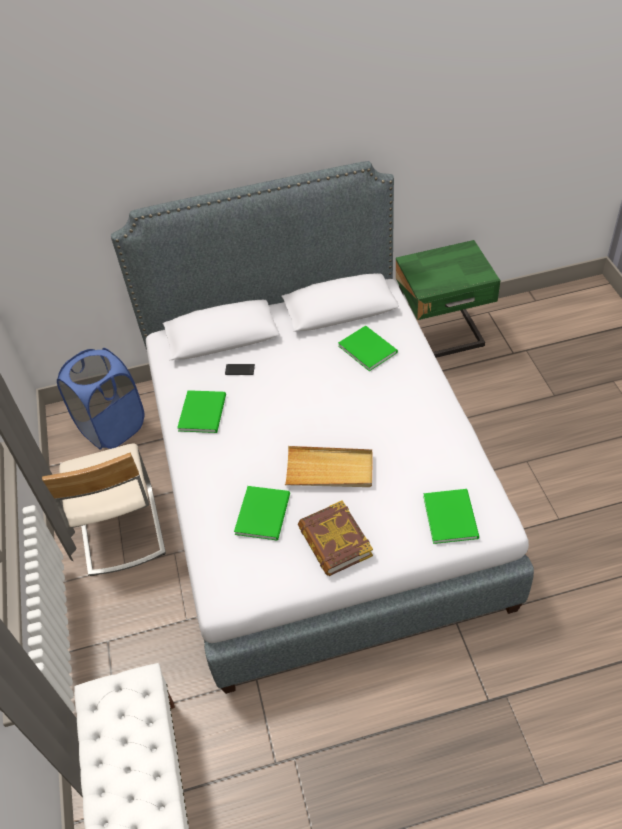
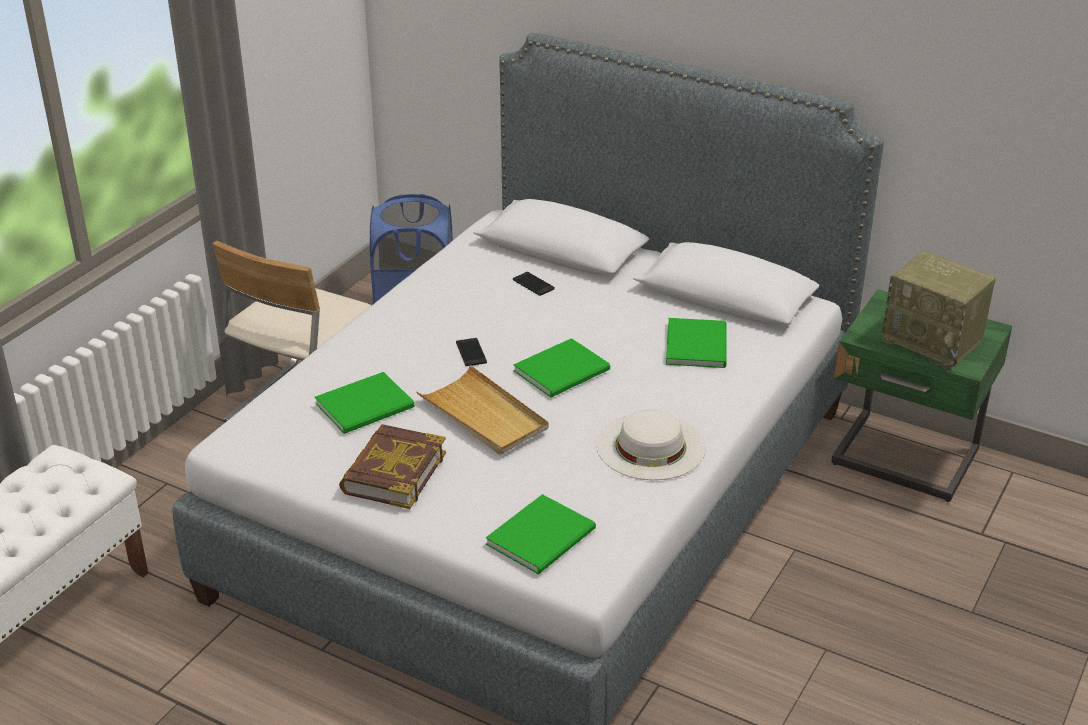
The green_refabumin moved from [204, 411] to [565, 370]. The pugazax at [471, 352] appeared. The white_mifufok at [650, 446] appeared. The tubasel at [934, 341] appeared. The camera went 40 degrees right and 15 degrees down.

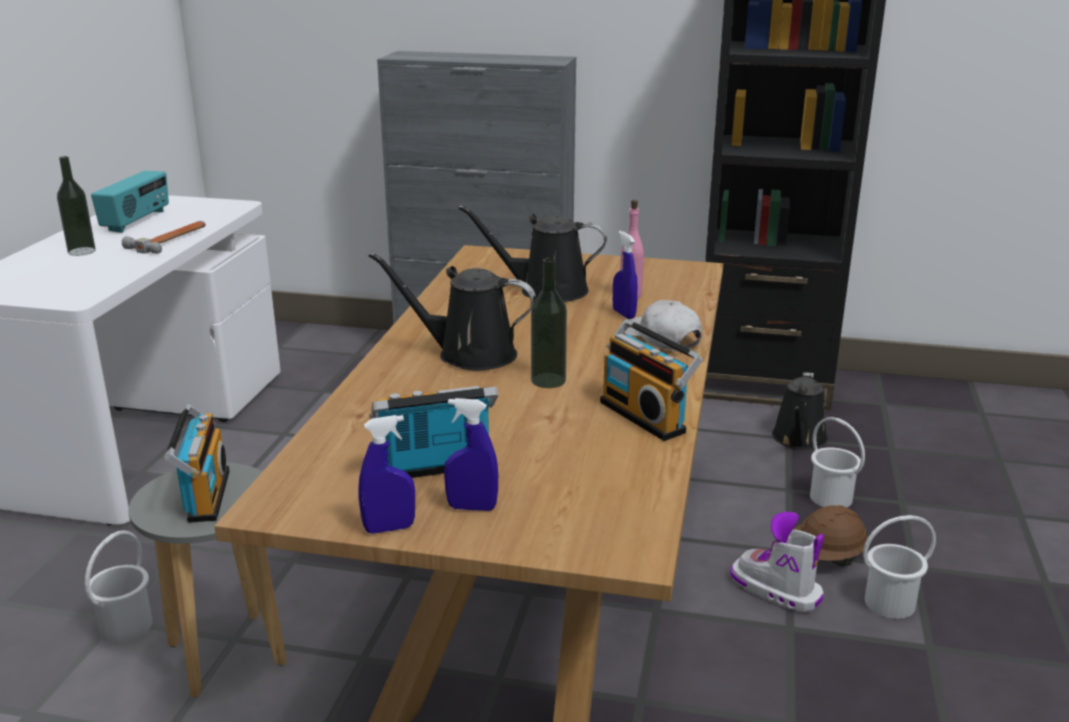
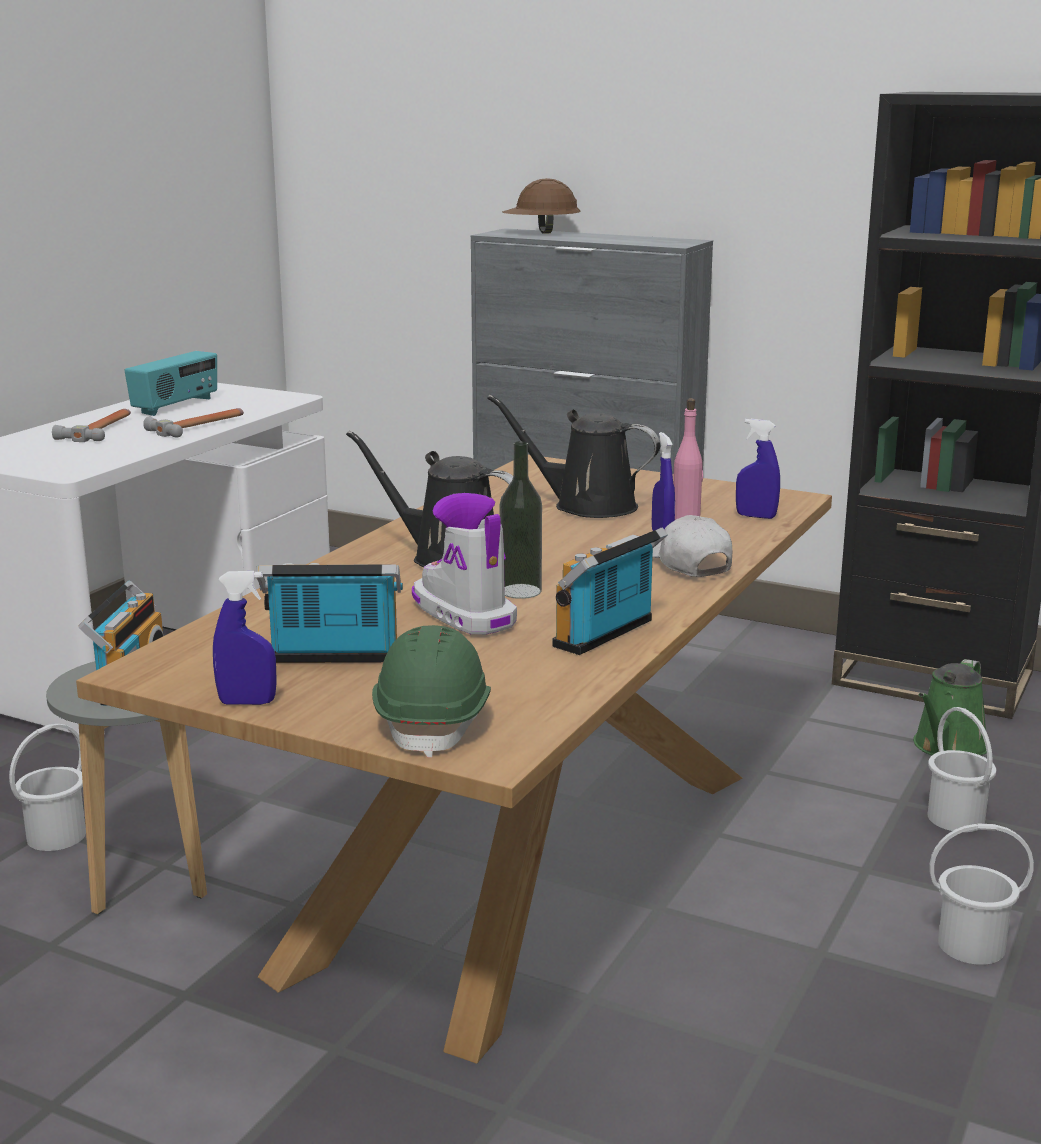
The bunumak at [81, 251] was replaced by the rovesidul at [101, 430]. The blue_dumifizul moved from [472, 507] to [756, 516]. The tubasel at [646, 416] turned 60 degrees clockwise. The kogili moved from [775, 590] to [462, 614]. The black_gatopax at [798, 439] became the green_gatopax at [948, 747]. The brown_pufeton moved from [825, 558] to [541, 233]. The green_pufeton at [434, 722] appeared. The camera went 15 degrees right and 5 degrees down.

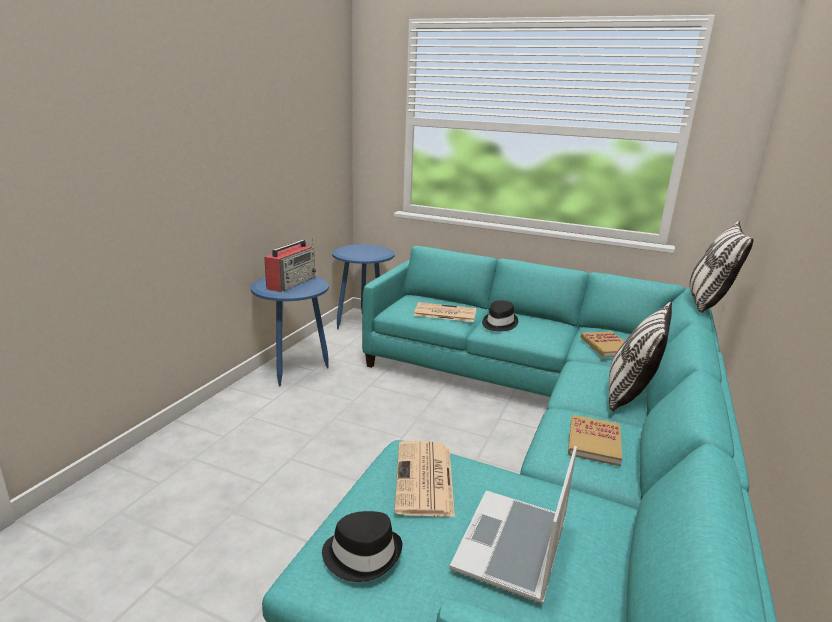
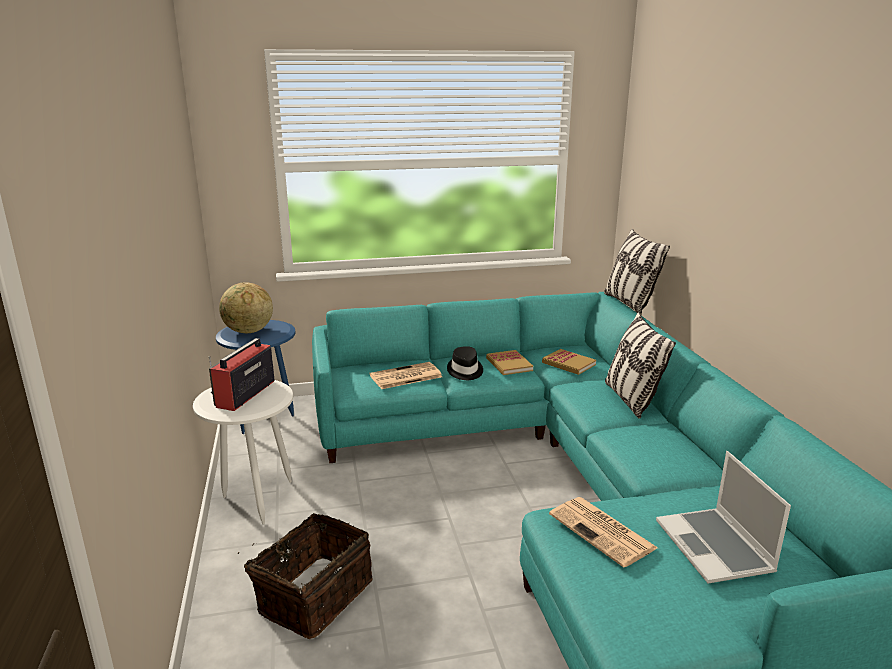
The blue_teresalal at [294, 370] became the white_teresalal at [256, 500]. The tubasel at [292, 282] turned 150 degrees counterclockwise. The black_mifufok at [362, 554] disappeared. The refabumin moved from [594, 442] to [509, 364]. The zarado at [248, 332] appeared. The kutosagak at [313, 596] appeared. The camera went 35 degrees left and 0 degrees up.

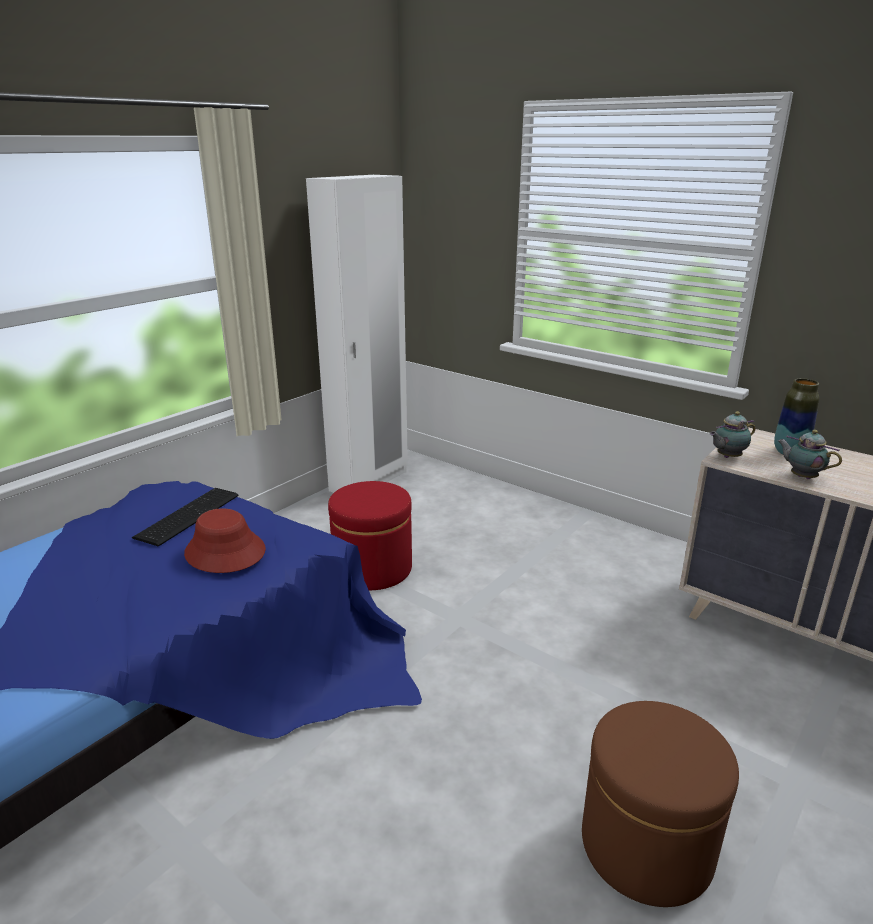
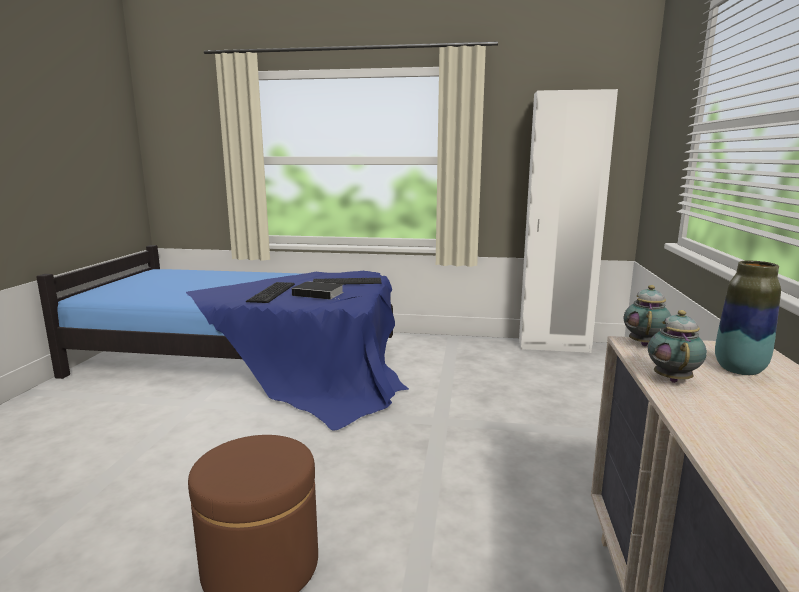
The red_mifufok at [224, 552] was replaced by the refabumin at [319, 294]. The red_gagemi at [373, 569] disappeared. The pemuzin at [727, 457] turned 75 degrees clockwise. The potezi at [273, 292] appeared. The camera went 60 degrees right and 10 degrees down.

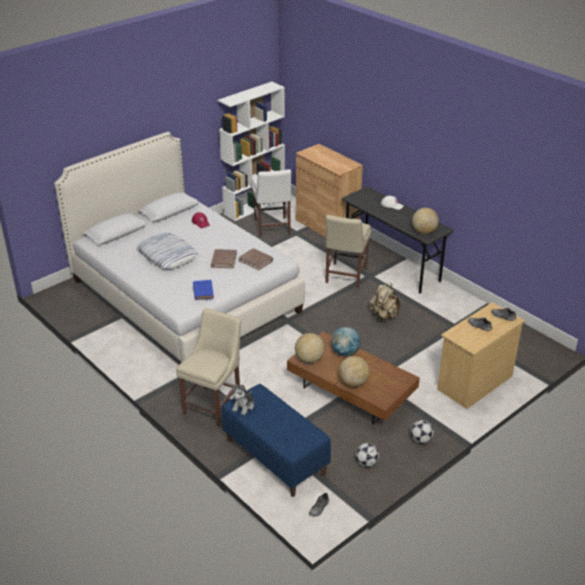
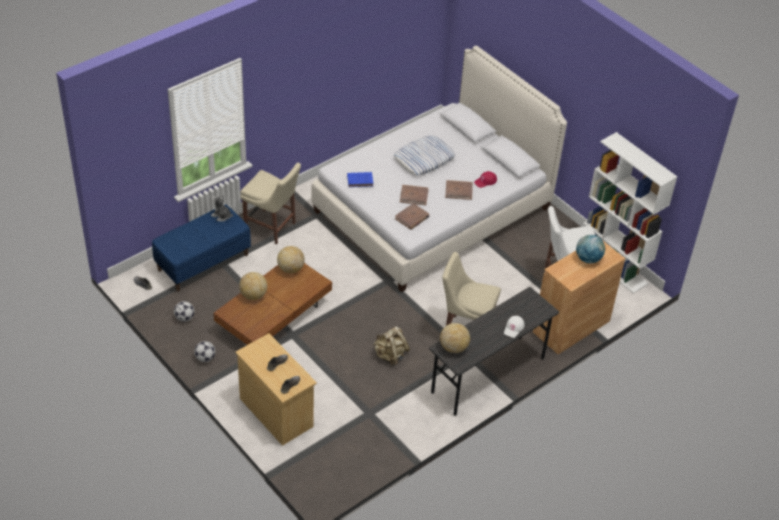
The zarado moved from [345, 352] to [588, 259]. The brown_refabumin at [458, 191] appeared. The camera went 90 degrees right and 10 degrees up.

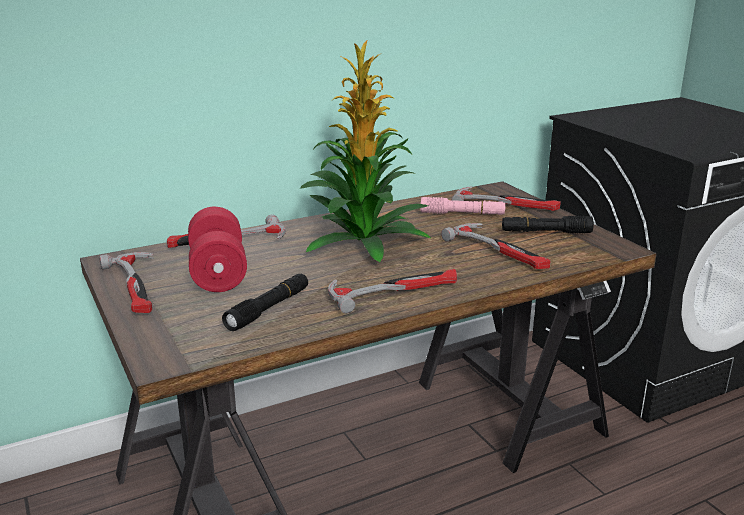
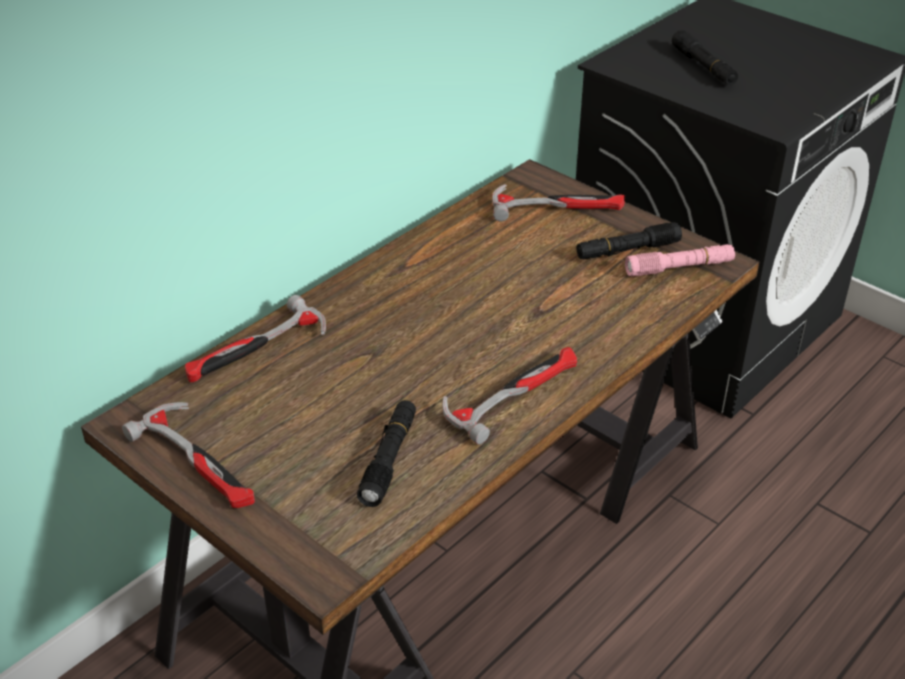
The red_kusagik at [218, 272] disappeared. The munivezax at [364, 242] disappeared. The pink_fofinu moved from [462, 214] to [679, 268]. The rovesidul at [500, 251] disappeared. The black_fofinu at [703, 67] appeared. The camera went 20 degrees left and 15 degrees up.

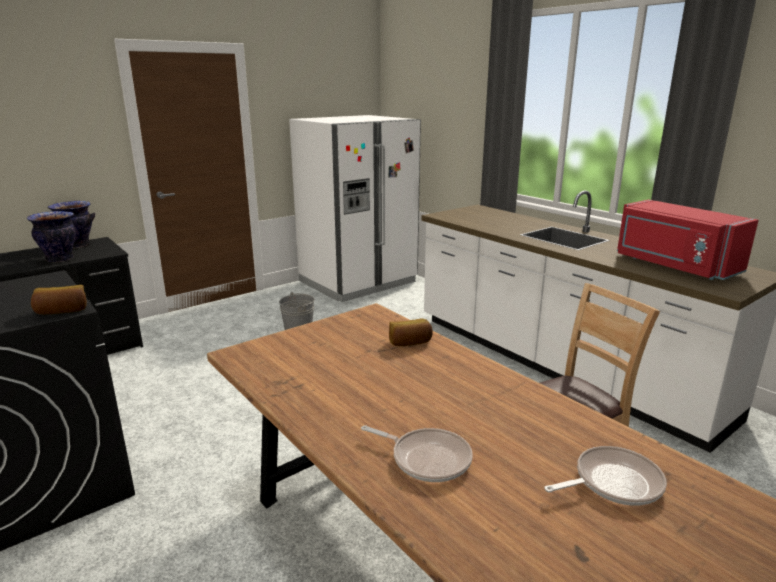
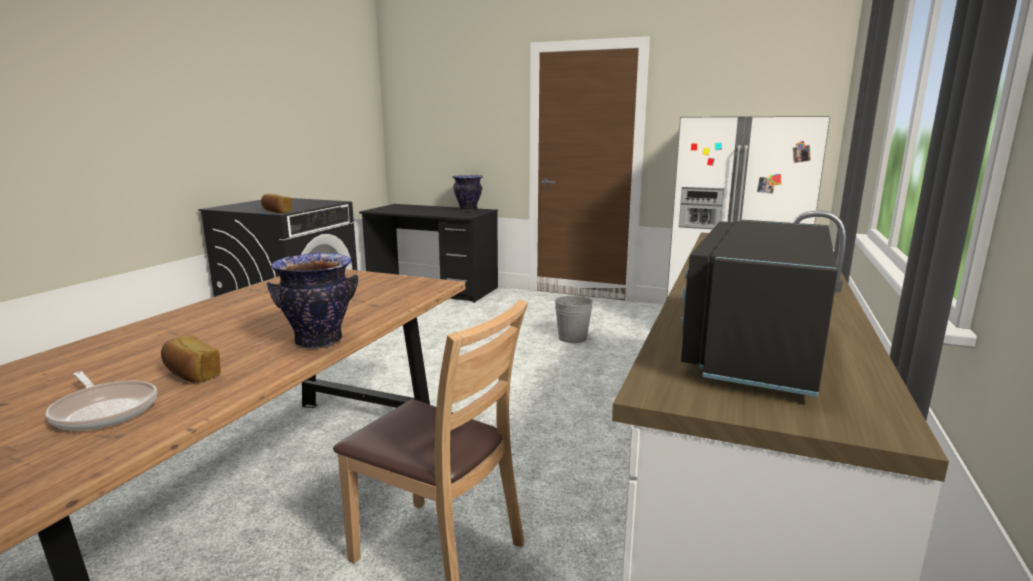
The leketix moved from [60, 259] to [319, 342]. The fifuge at [427, 458] disappeared. The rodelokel moved from [410, 343] to [191, 374]. The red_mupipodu at [673, 266] became the black_mupipodu at [752, 349]. The camera went 60 degrees right and 5 degrees down.

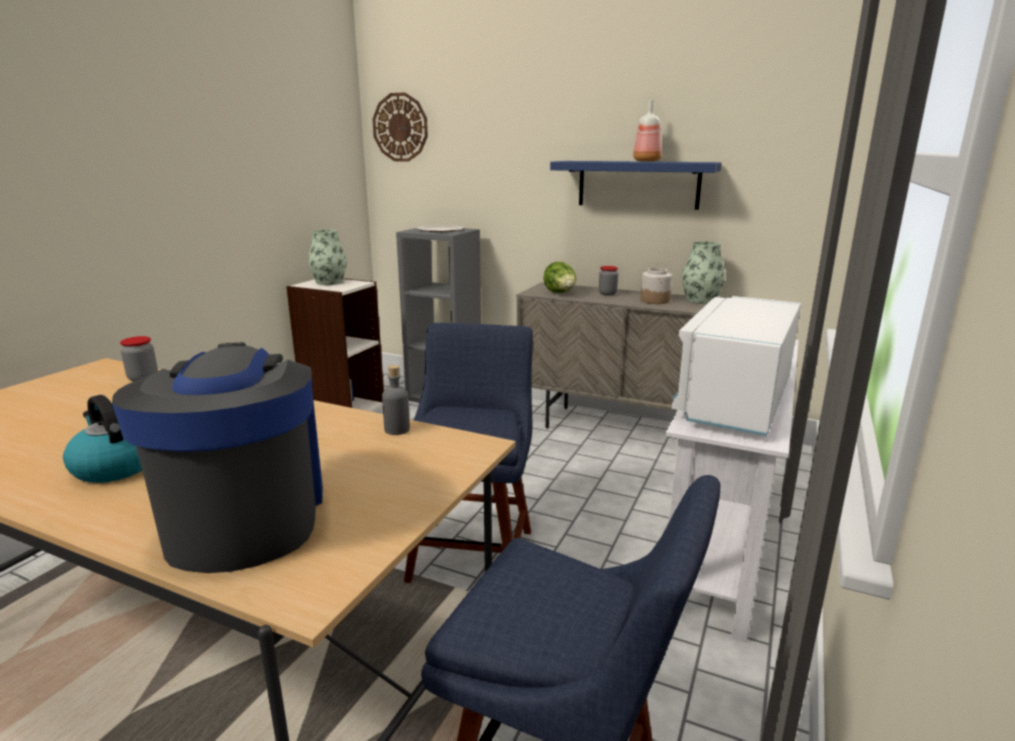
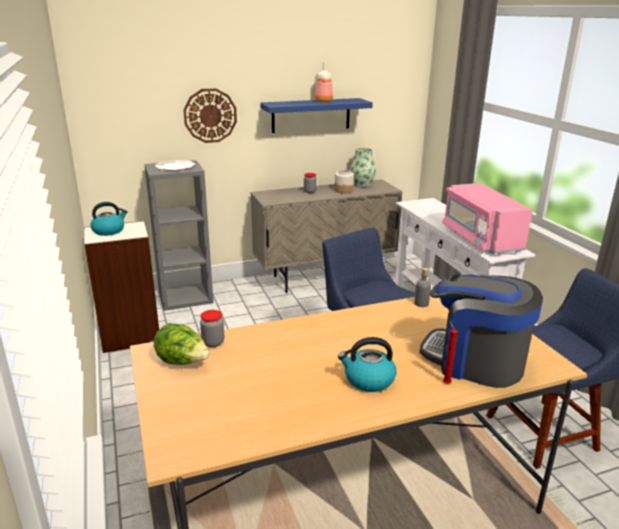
The leketix at [329, 282] was replaced by the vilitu at [109, 231]. The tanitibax moved from [400, 127] to [210, 115]. The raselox moved from [560, 293] to [183, 362]. The white_mupipodu at [735, 401] became the pink_mupipodu at [480, 238]. The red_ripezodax at [446, 383] appeared. The camera went 45 degrees left and 5 degrees up.

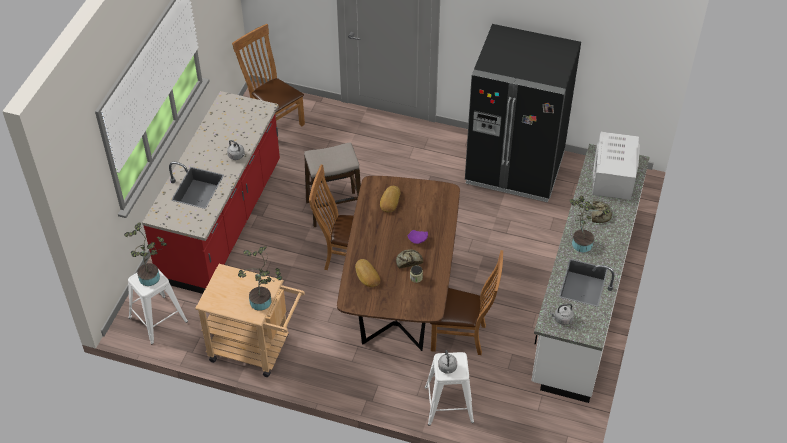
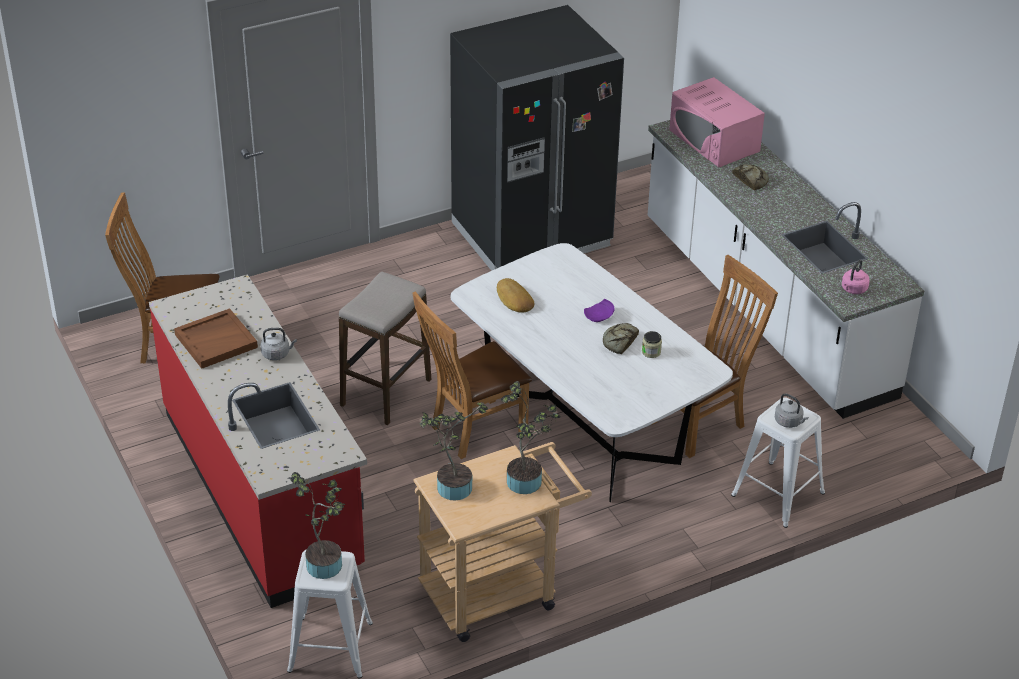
The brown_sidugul at [400, 295] became the white_sidugul at [582, 428]. The rodelokel at [366, 275] disappeared. The grey_vilitu at [562, 319] became the pink_vilitu at [853, 290]. The munivezax moved from [581, 242] to [450, 486]. The white_mupipodu at [613, 176] became the pink_mupipodu at [714, 141]. The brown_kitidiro at [216, 340] appeared. The camera went 45 degrees left and 10 degrees down.

